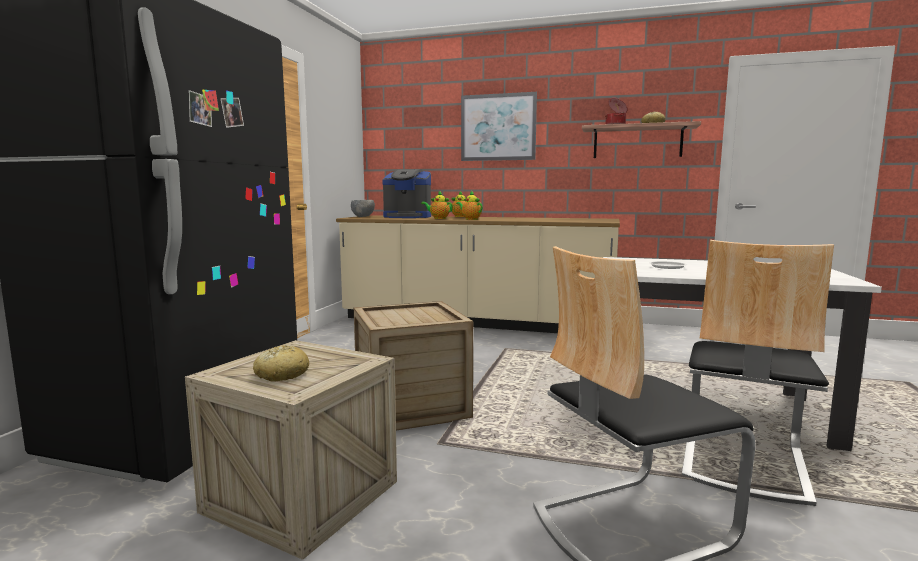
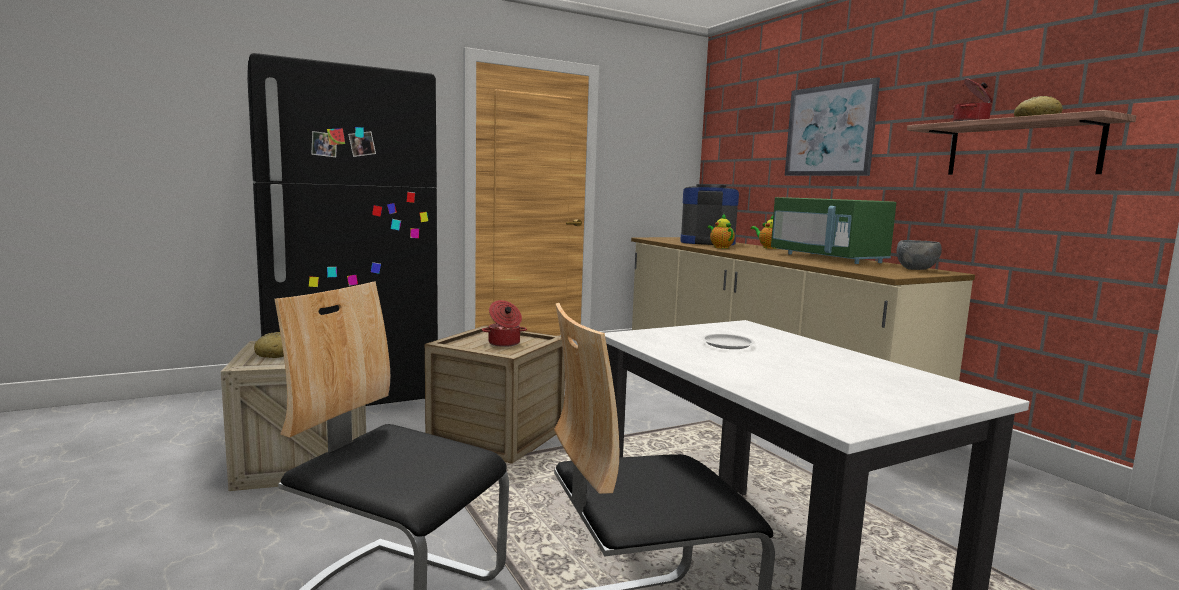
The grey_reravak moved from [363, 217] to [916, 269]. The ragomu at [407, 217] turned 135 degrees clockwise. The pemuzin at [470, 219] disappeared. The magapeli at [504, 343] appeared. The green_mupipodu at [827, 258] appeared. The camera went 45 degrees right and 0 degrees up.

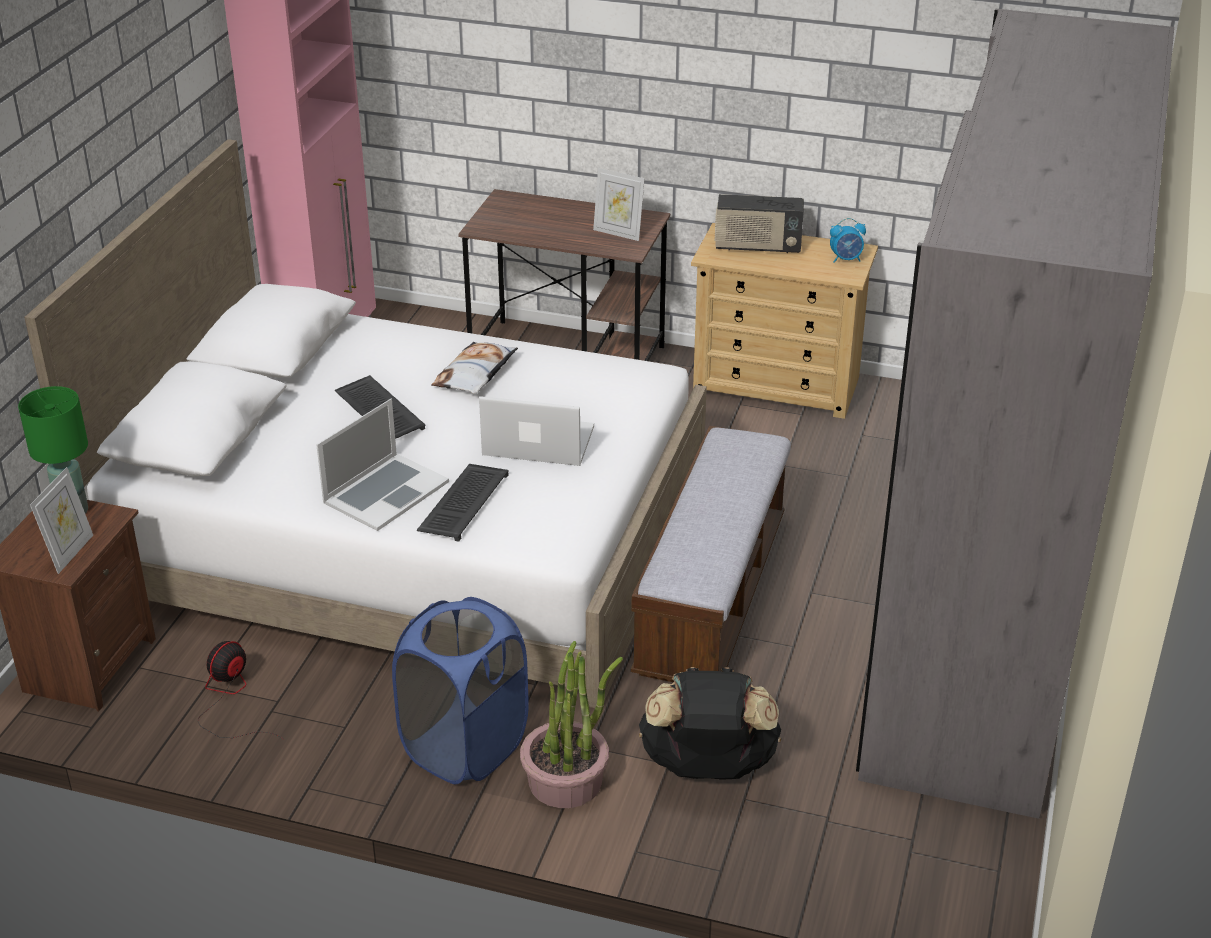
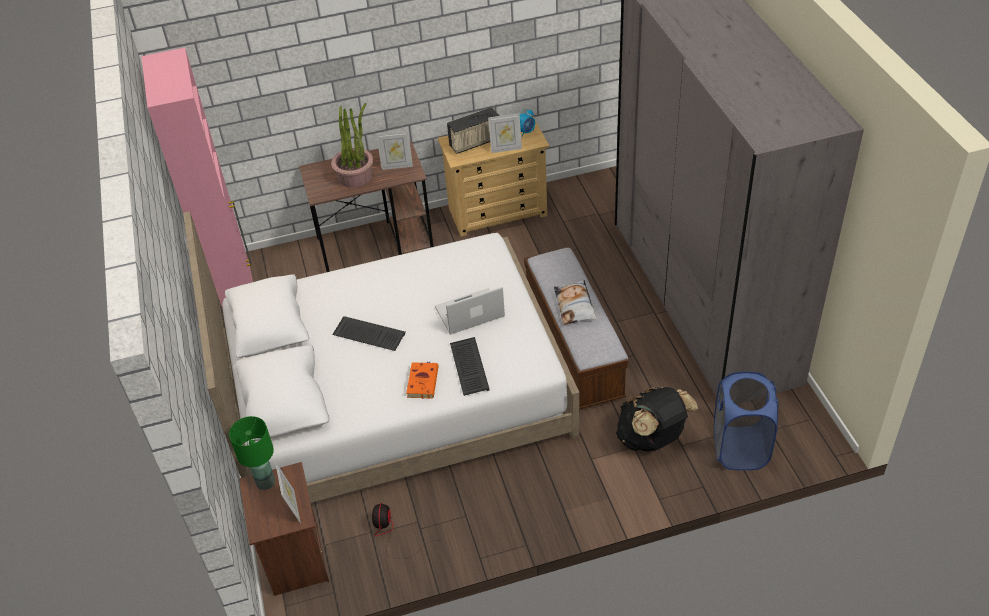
The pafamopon at [385, 492] was replaced by the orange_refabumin at [422, 381]. The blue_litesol moved from [465, 747] to [739, 448]. The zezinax moved from [476, 374] to [575, 306]. The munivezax moved from [566, 781] to [355, 176]. The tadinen at [506, 149] appeared. The camera went 30 degrees left and 10 degrees up.

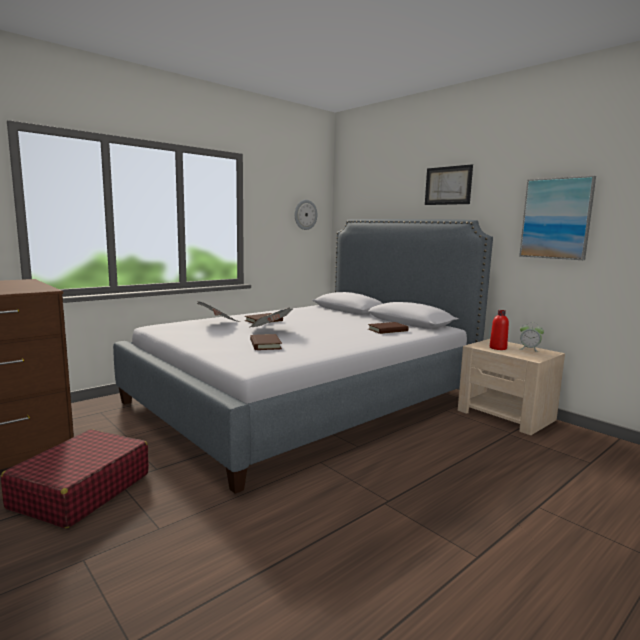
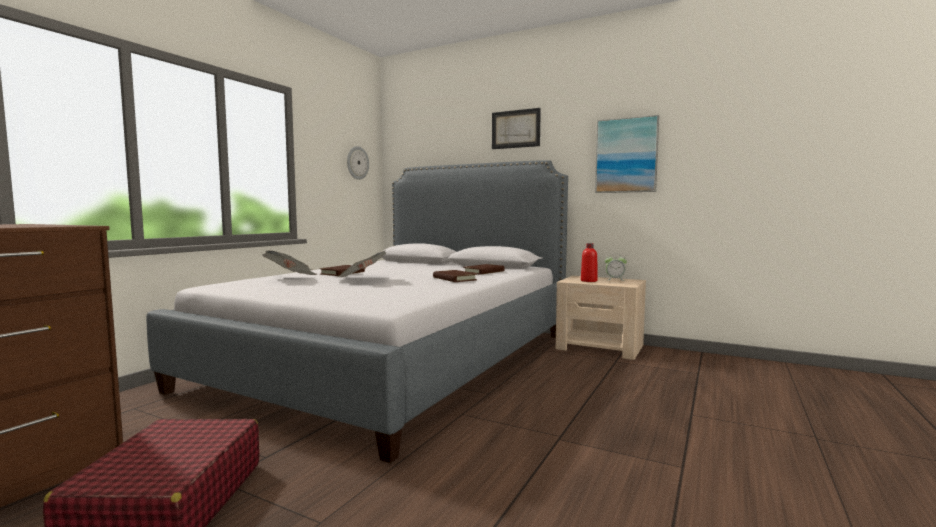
The brown_refabumin moved from [265, 345] to [454, 279]. The camera went 20 degrees left and 5 degrees down.

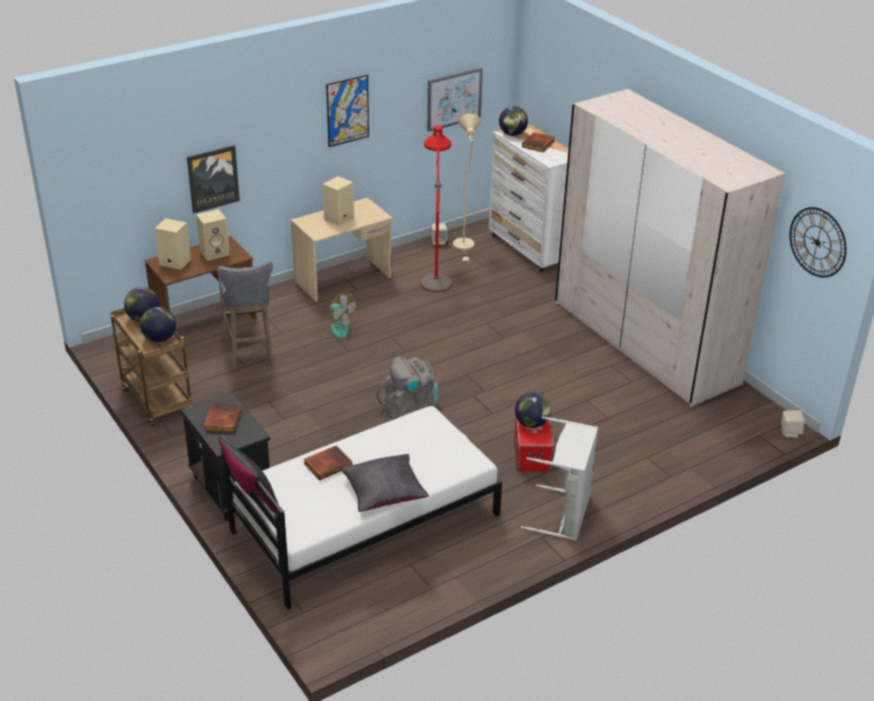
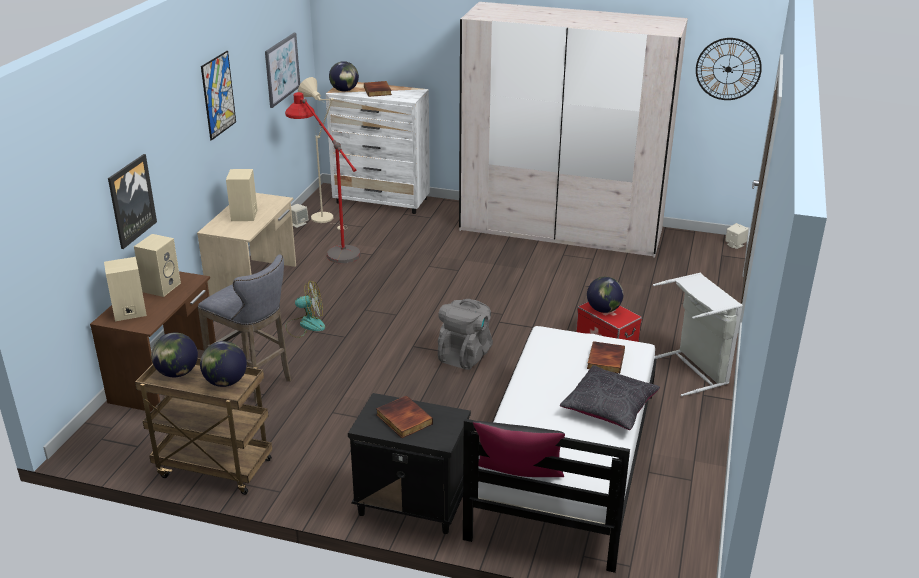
The refabumin moved from [327, 464] to [604, 359]. The camera went 40 degrees left and 5 degrees down.

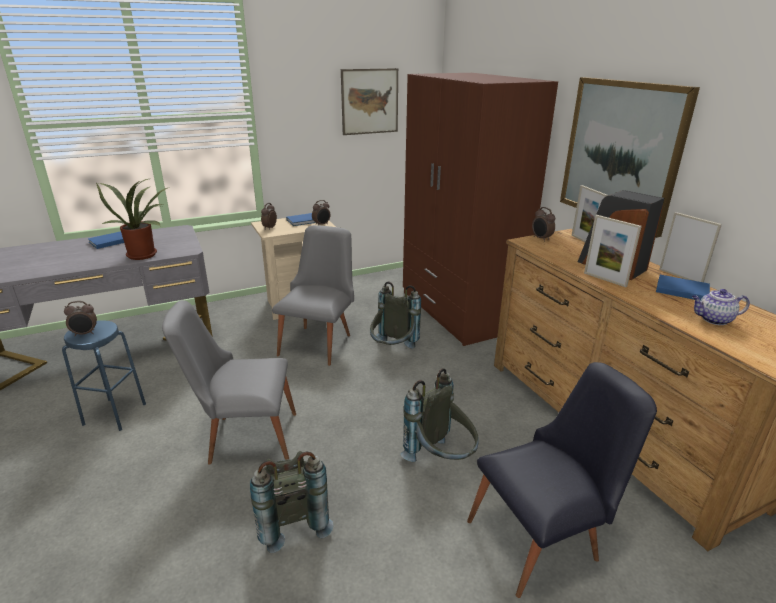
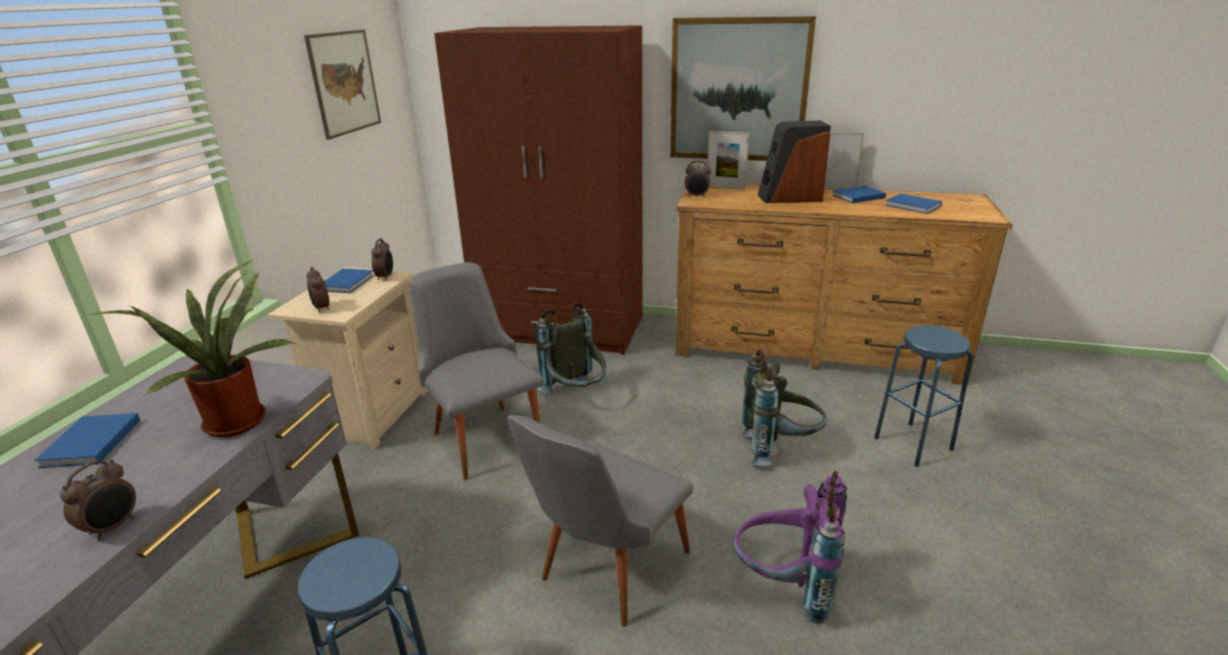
The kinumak moved from [85, 334] to [113, 527]. The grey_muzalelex at [290, 520] became the purple_muzalelex at [784, 587]. The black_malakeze at [543, 538] was replaced by the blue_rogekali at [913, 443]. The tadinen at [605, 279] disappeared. The pemuzin at [713, 320] was replaced by the blue_refabumin at [913, 206]. The camera went 50 degrees left and 0 degrees up.

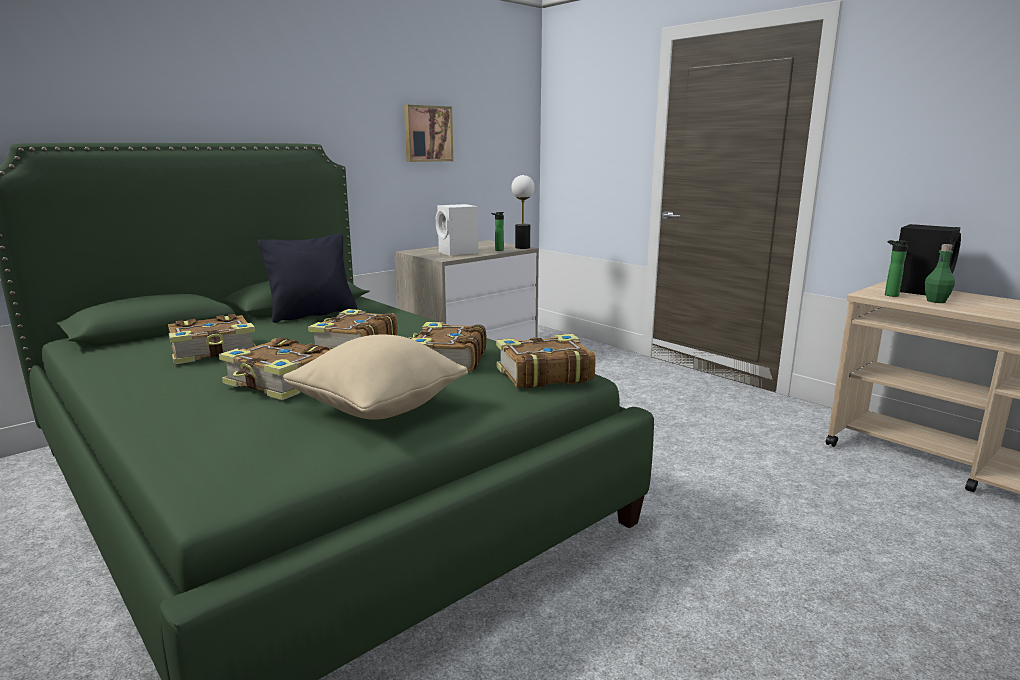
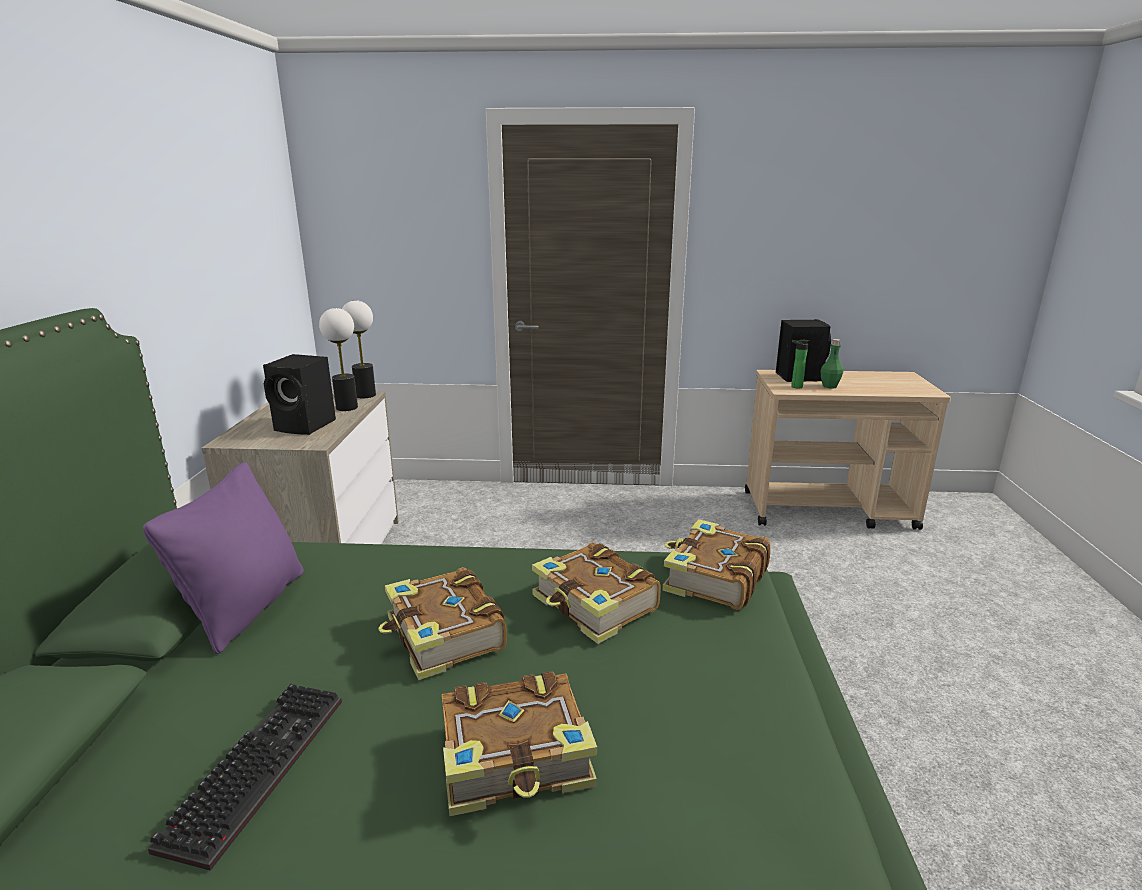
The refabumin at [214, 351] was replaced by the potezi at [256, 765]. The black_zezinax at [312, 314] became the purple_zezinax at [246, 608]. The beige_zezinax at [379, 409] disappeared. The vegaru at [427, 134] disappeared. The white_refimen at [458, 253] became the black_refimen at [306, 426]. The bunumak at [497, 250] was replaced by the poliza at [346, 407]. The camera went 45 degrees left and 5 degrees up.

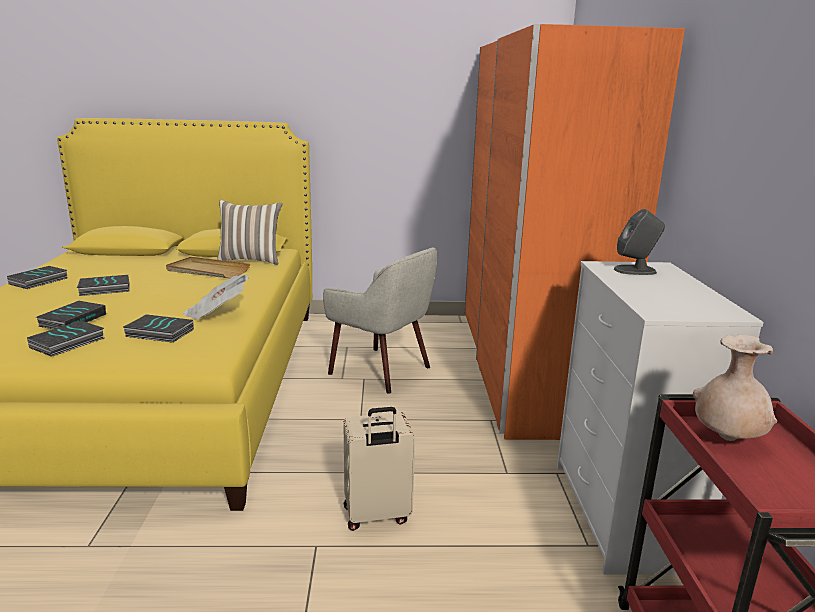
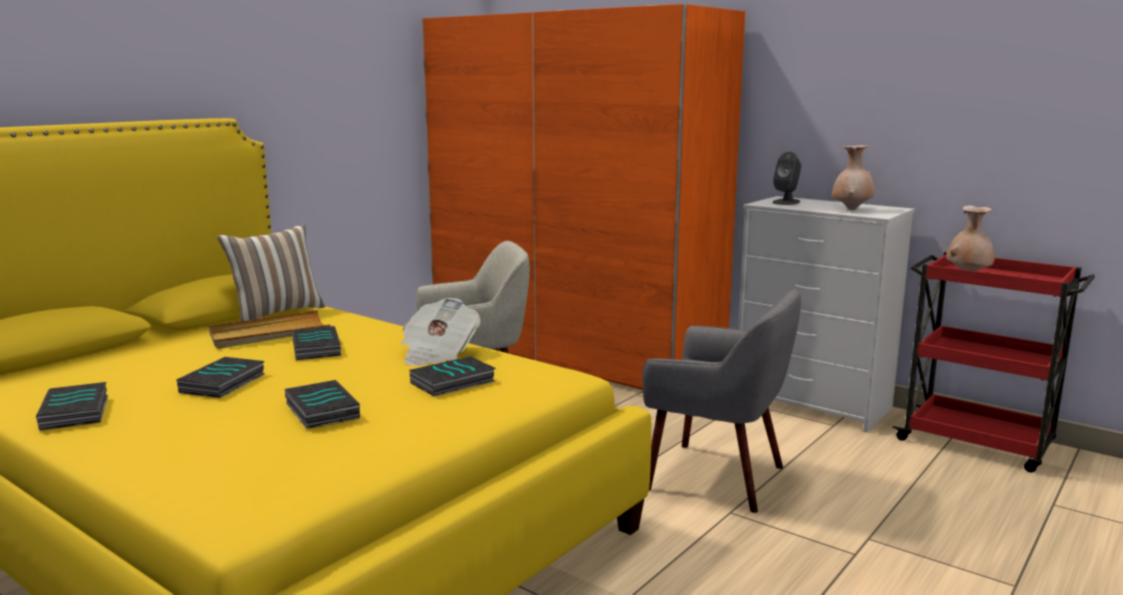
The refabumin moved from [67, 343] to [318, 348]. The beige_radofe at [377, 516] was replaced by the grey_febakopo at [717, 477]. The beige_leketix at [851, 209] appeared. The camera went 50 degrees left and 5 degrees down.

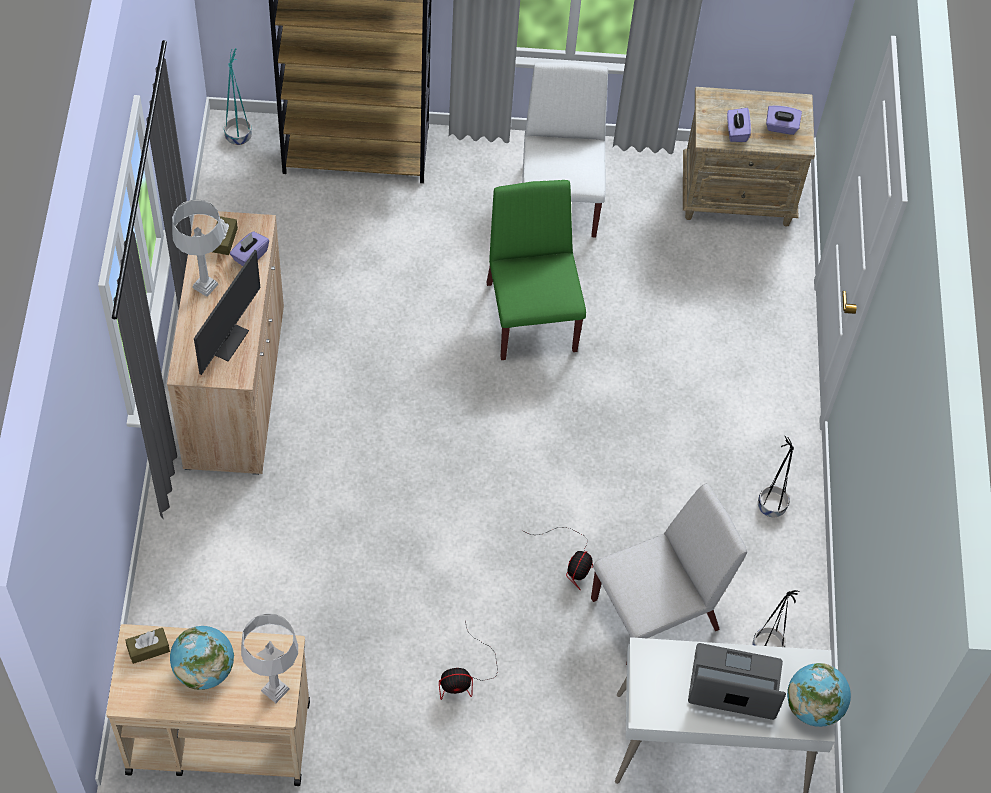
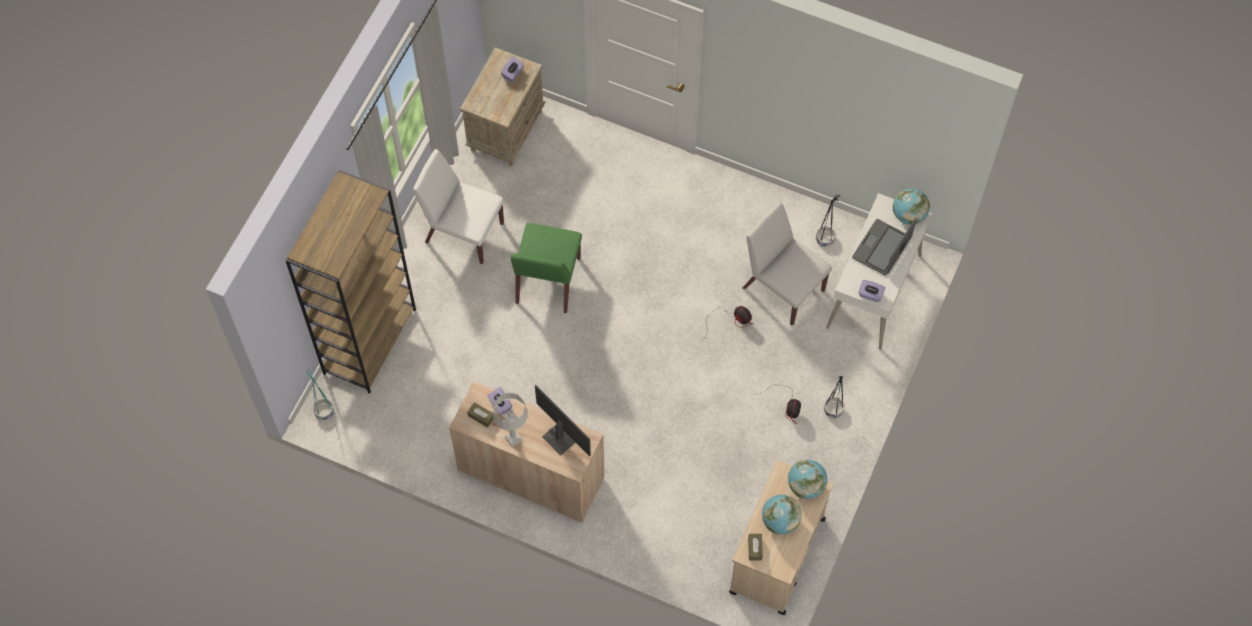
The grey_poliza at [275, 689] was replaced by the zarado at [806, 486]. The green_malakeze at [531, 315] turned 90 degrees counterclockwise. The white_malakeze at [656, 613] turned 45 degrees counterclockwise. The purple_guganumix moved from [736, 131] to [870, 295]. The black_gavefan moved from [770, 506] to [833, 410]. The camera went 65 degrees left and 5 degrees up.

